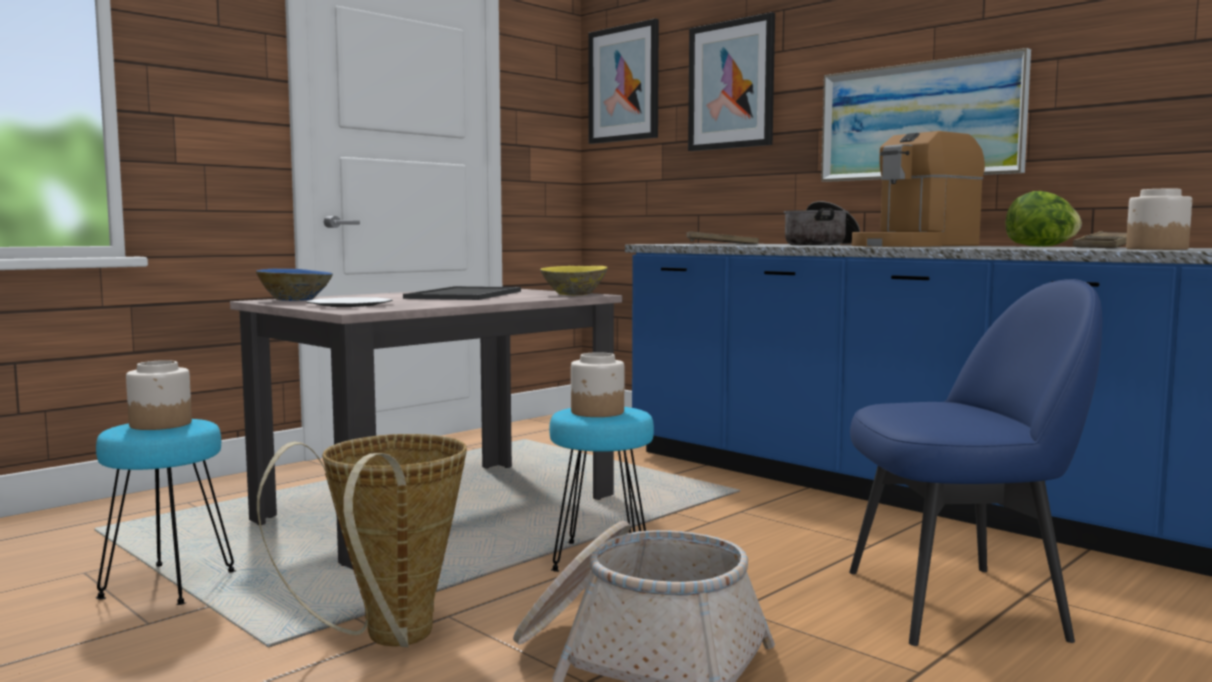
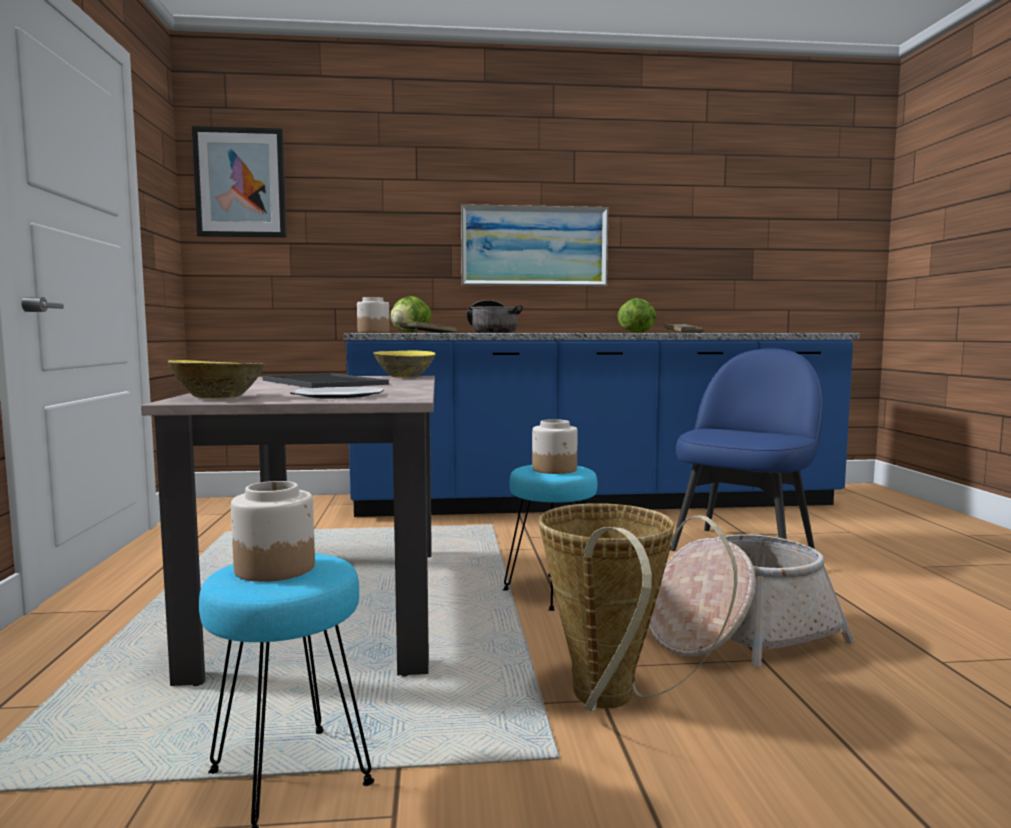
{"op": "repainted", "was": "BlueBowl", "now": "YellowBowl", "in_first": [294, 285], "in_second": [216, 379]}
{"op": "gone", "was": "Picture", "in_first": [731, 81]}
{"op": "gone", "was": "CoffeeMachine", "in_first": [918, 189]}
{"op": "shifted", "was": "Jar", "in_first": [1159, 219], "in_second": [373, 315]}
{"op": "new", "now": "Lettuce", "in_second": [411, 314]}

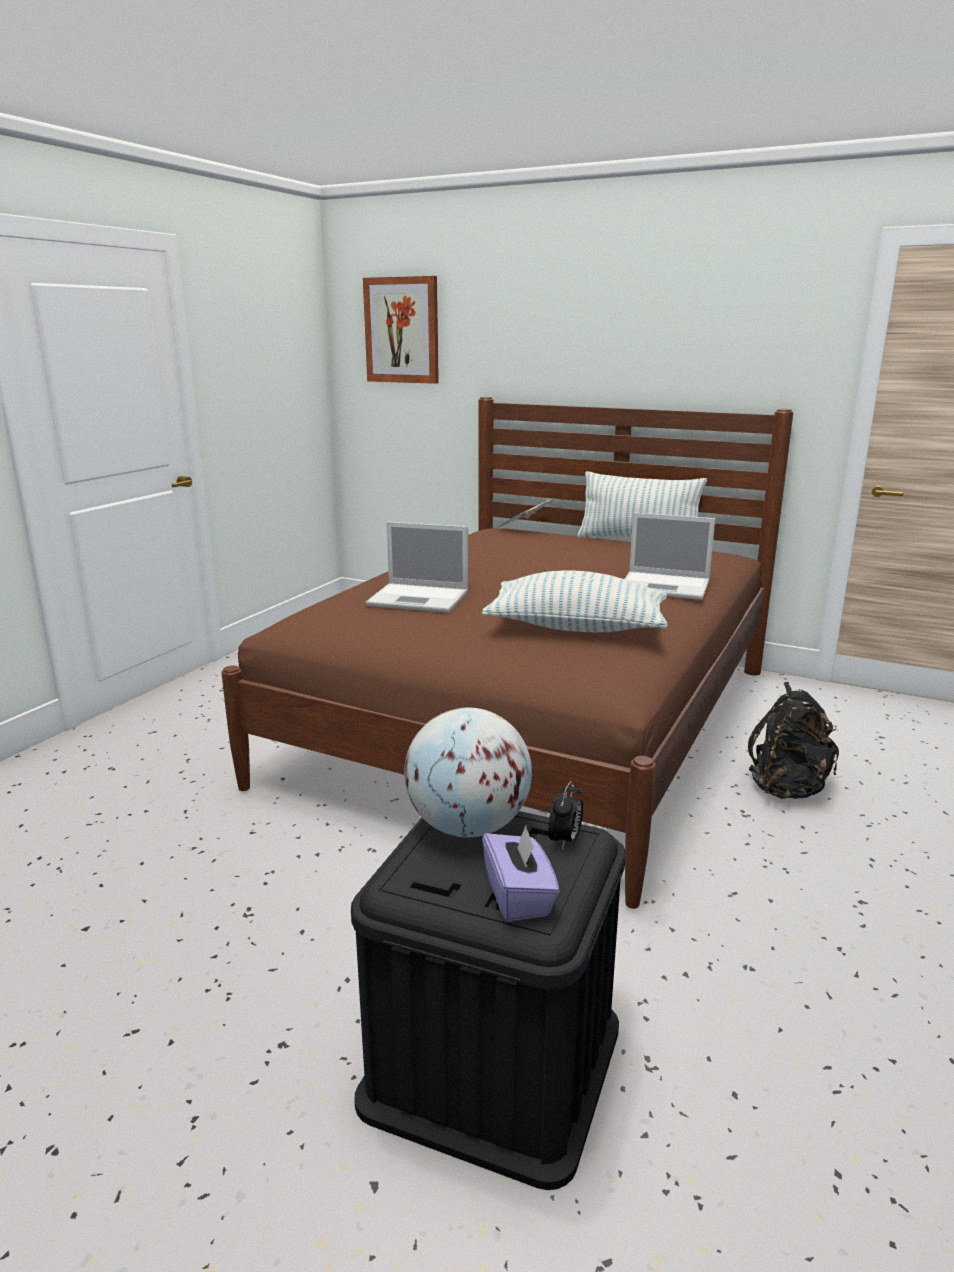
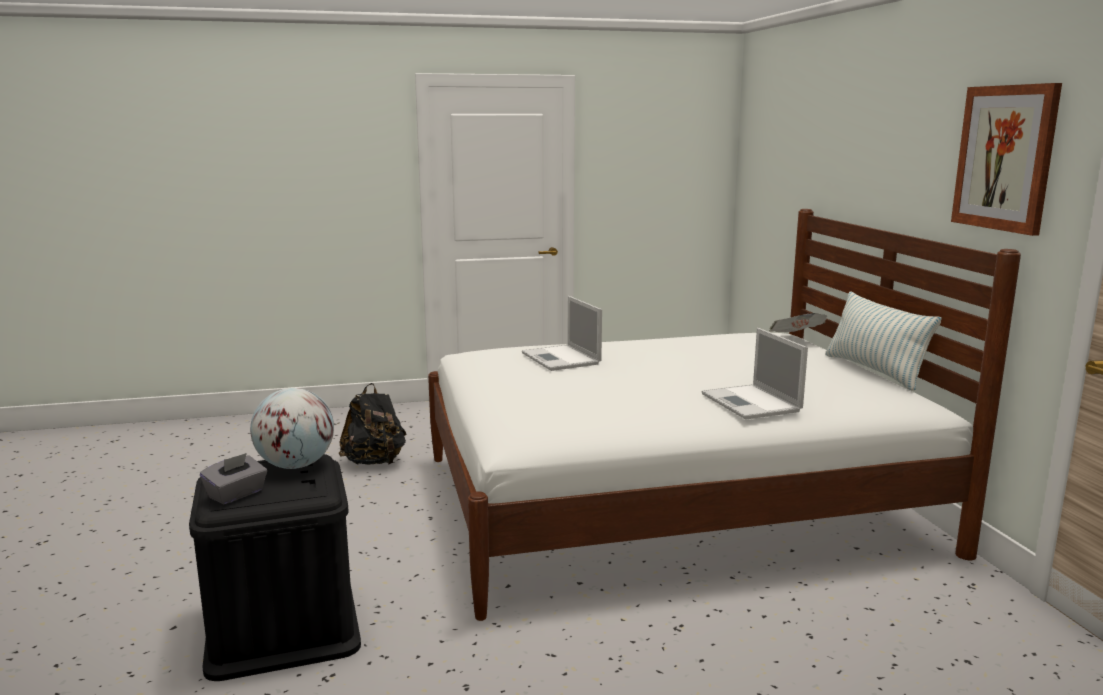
{"op": "repainted", "was": "BrownBed", "now": "WhiteBed", "in_first": [507, 653], "in_second": [724, 415]}
{"op": "shifted", "was": "Picture", "in_first": [401, 330], "in_second": [1006, 159]}
{"op": "gone", "was": "Pillow", "in_first": [575, 601]}
{"op": "repainted", "was": "PurpleTissueBox", "now": "GreyTissueBox", "in_first": [520, 874], "in_second": [233, 479]}
{"op": "gone", "was": "AlarmClock", "in_first": [565, 815]}
{"op": "shifted", "was": "BlackBackpack", "in_first": [793, 740], "in_second": [373, 424]}

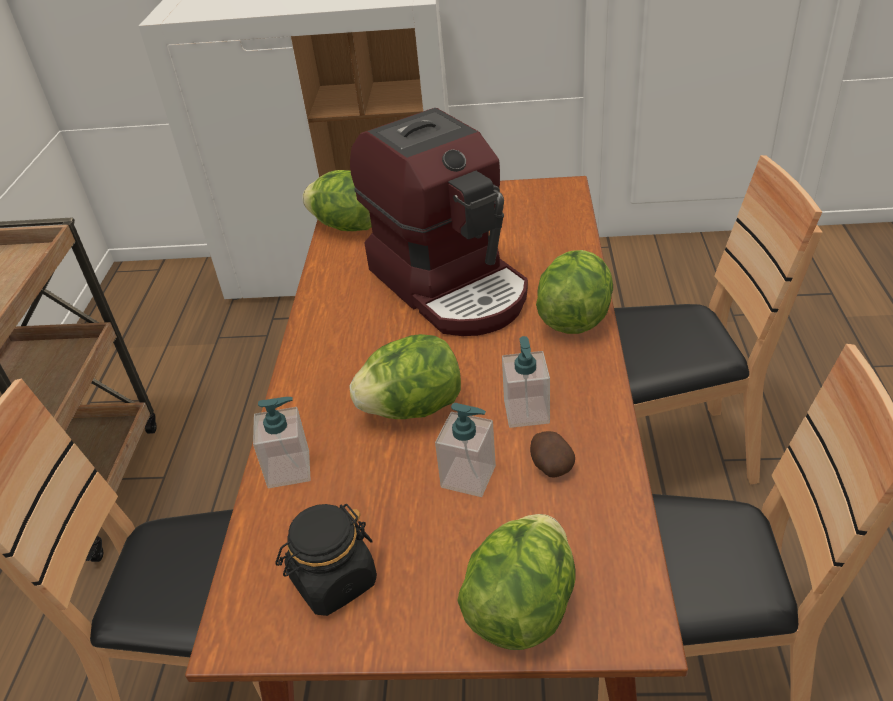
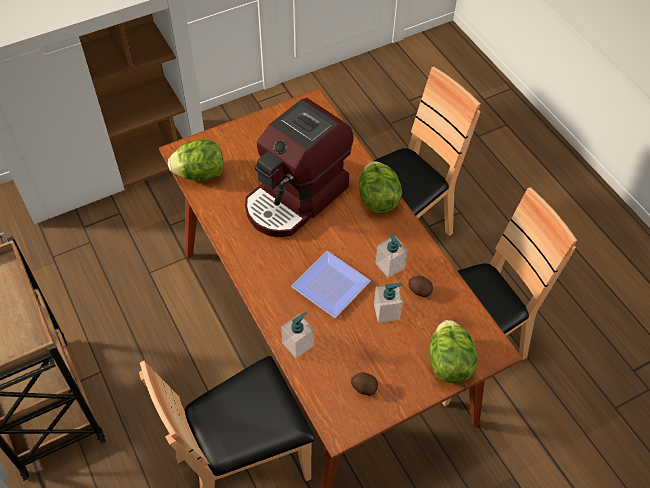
{"op": "swapped", "was": "BlackJar", "now": "Potato", "in_first": [326, 560], "in_second": [364, 384]}
{"op": "swapped", "was": "Lettuce", "now": "Plate", "in_first": [405, 376], "in_second": [331, 284]}
{"op": "rotated", "was": "CoffeeMachine", "in_first": [439, 222], "in_second": [299, 167], "clockwise": 105}

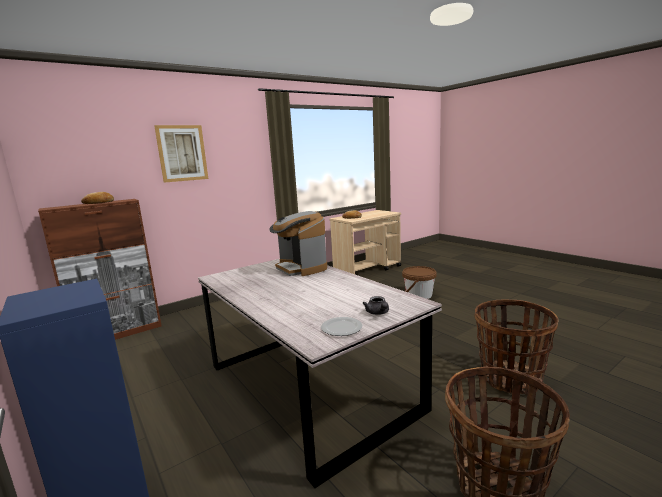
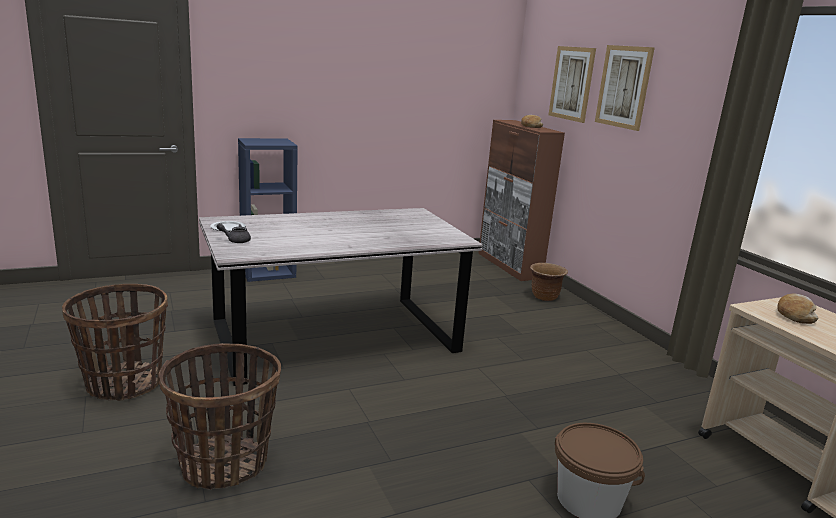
{"op": "gone", "was": "CoffeeMachine", "in_first": [298, 243]}
{"op": "new", "now": "BrownPlanter", "in_second": [549, 282]}
{"op": "new", "now": "Picture", "in_second": [572, 84]}

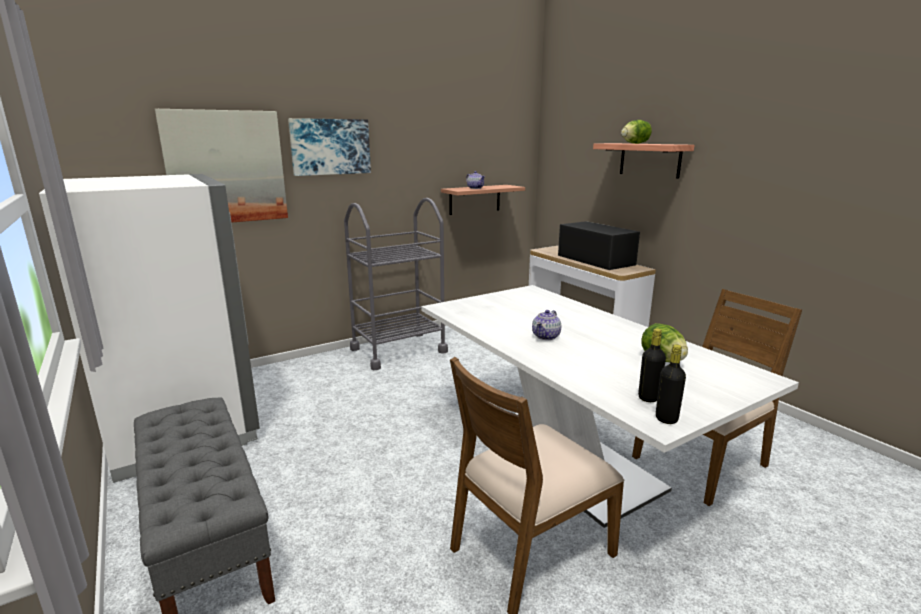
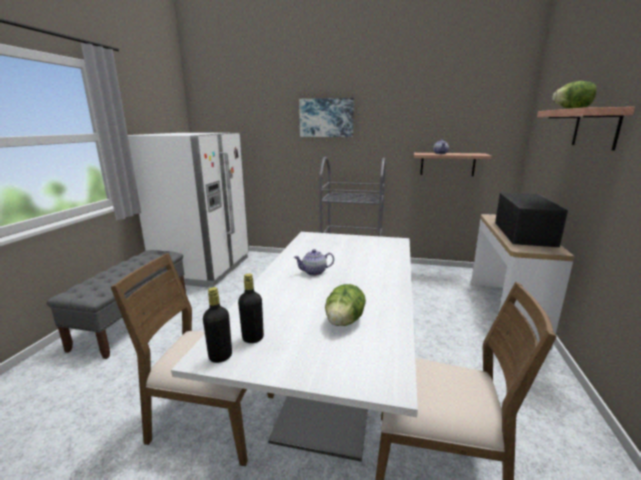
{"op": "gone", "was": "Picture", "in_first": [221, 165]}

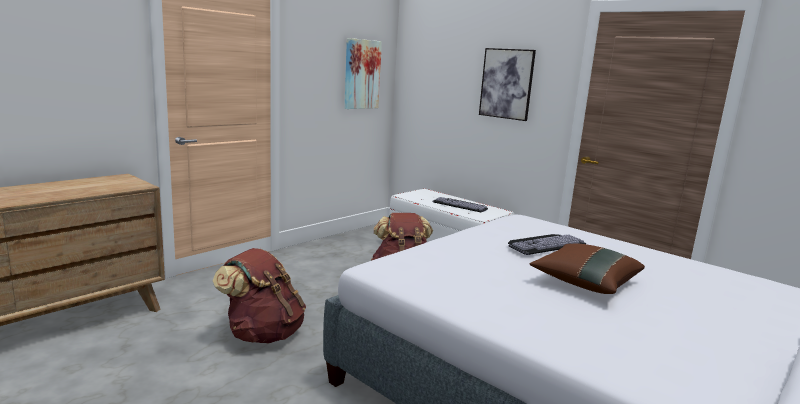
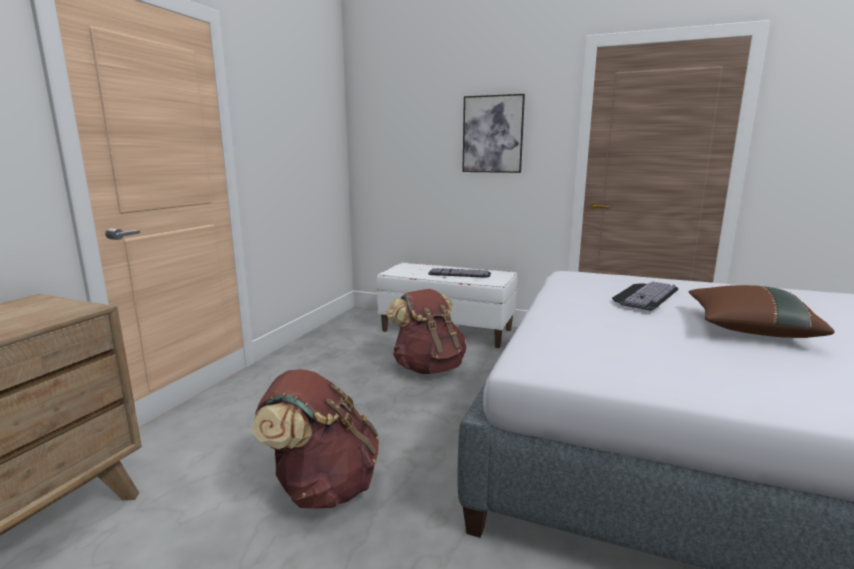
{"op": "gone", "was": "Picture", "in_first": [363, 73]}

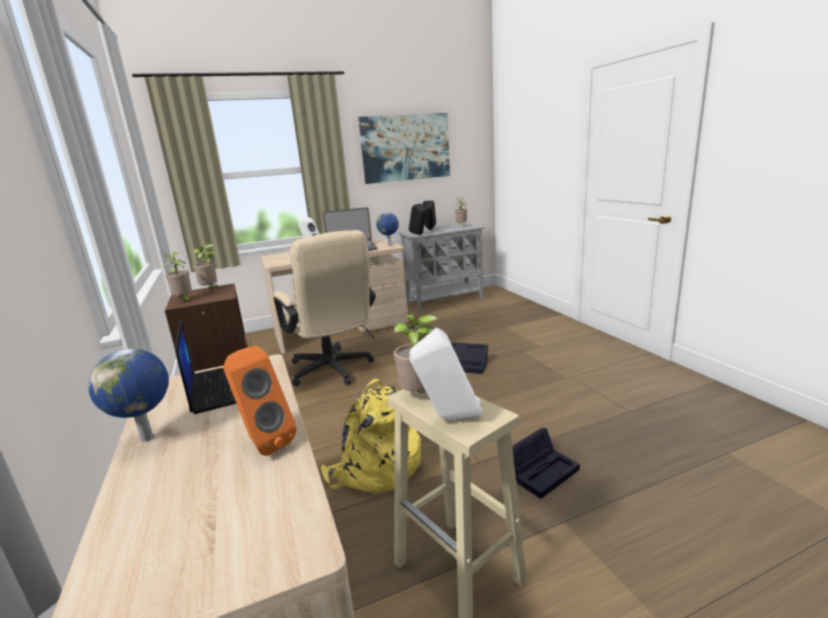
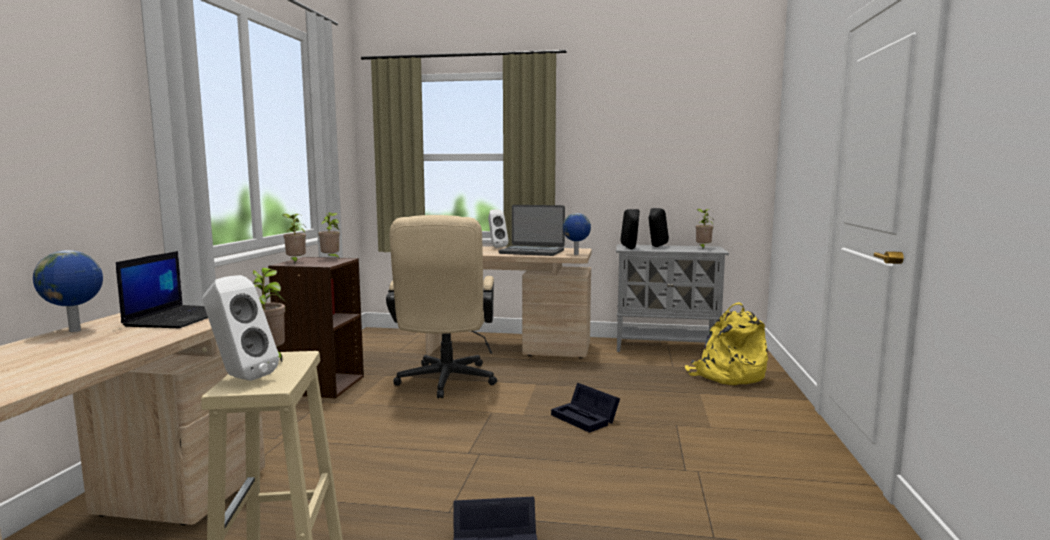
{"op": "gone", "was": "OrangeSpeaker", "in_first": [260, 401]}
{"op": "shifted", "was": "YellowBackpack", "in_first": [370, 436], "in_second": [726, 343]}
{"op": "gone", "was": "Picture", "in_first": [404, 148]}

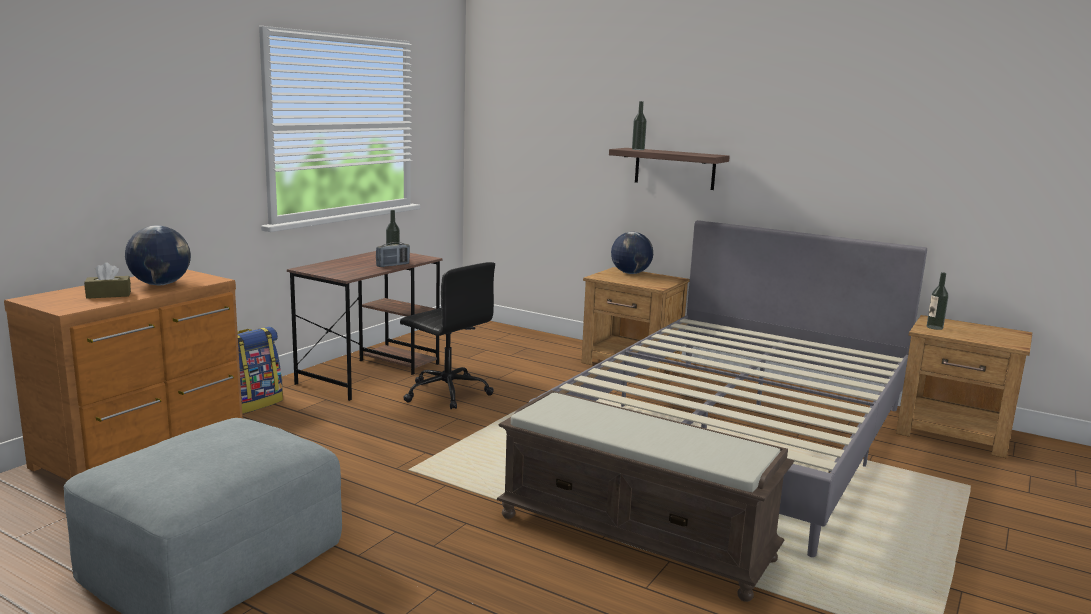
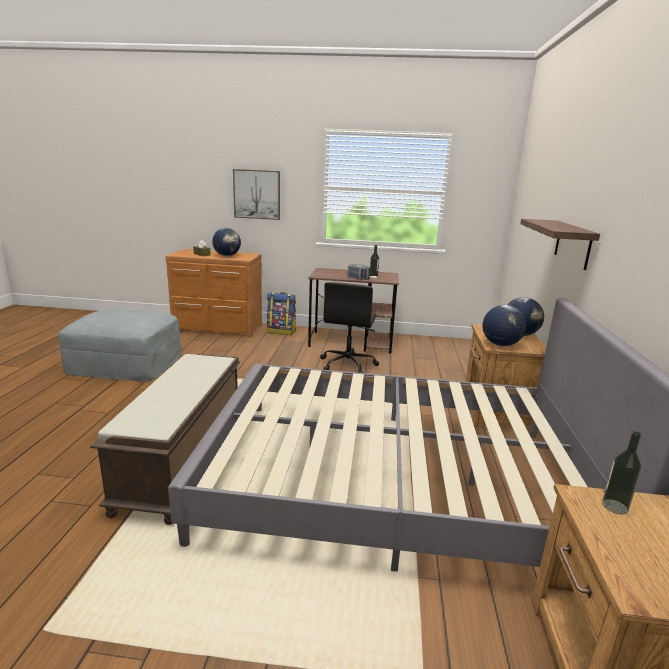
{"op": "gone", "was": "Bottle", "in_first": [639, 125]}
{"op": "new", "now": "Picture", "in_second": [256, 194]}
{"op": "new", "now": "Globe", "in_second": [504, 325]}

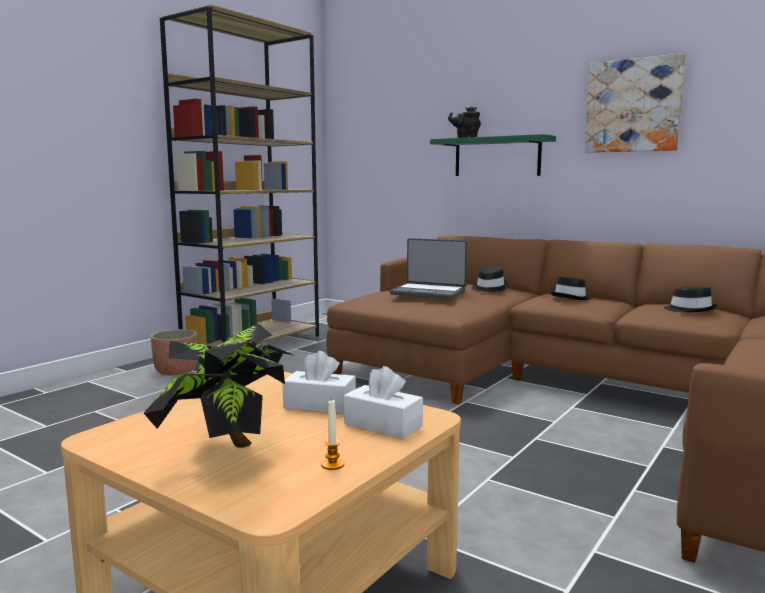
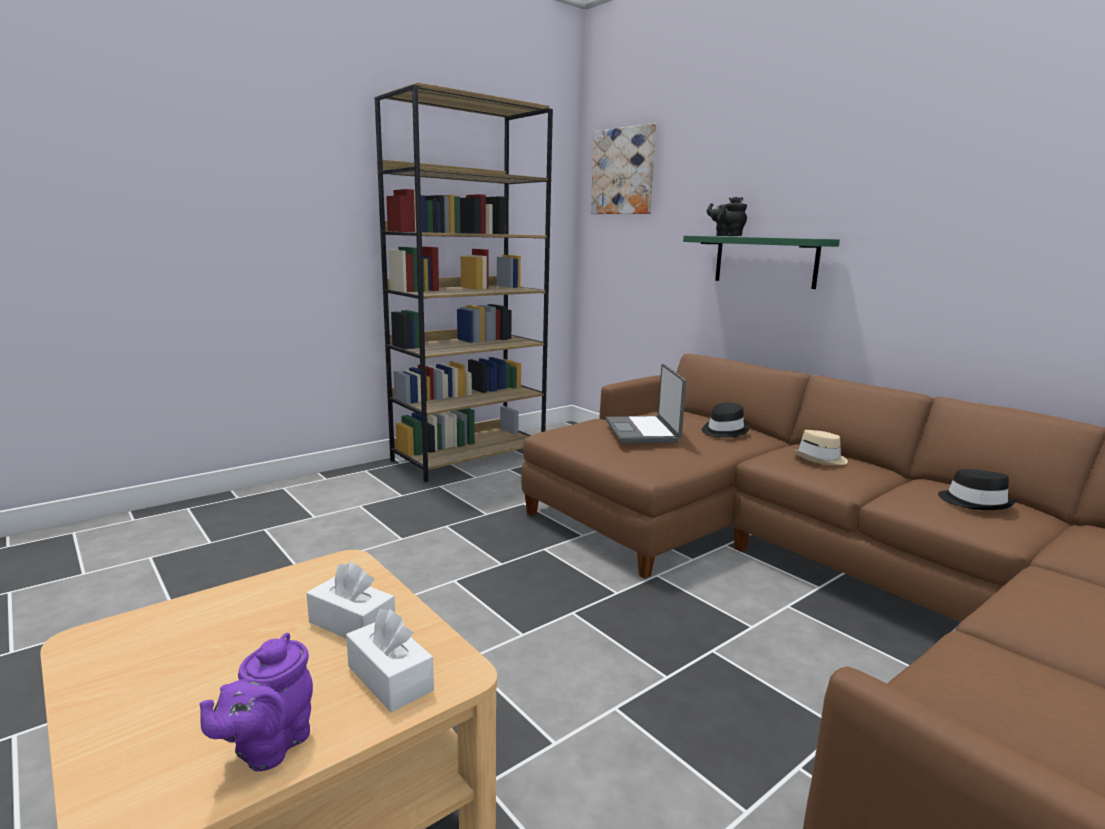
{"op": "gone", "was": "PottedPlant", "in_first": [218, 385]}
{"op": "gone", "was": "Planter", "in_first": [174, 352]}
{"op": "swapped", "was": "Candle", "now": "PurpleTeapot", "in_first": [332, 434], "in_second": [256, 702]}
{"op": "rotated", "was": "Laptop", "in_first": [428, 268], "in_second": [645, 403], "clockwise": 45}
{"op": "repainted", "was": "BlackHat", "now": "BeigeHat", "in_first": [571, 288], "in_second": [820, 447]}
{"op": "shifted", "was": "Picture", "in_first": [635, 103], "in_second": [623, 168]}

